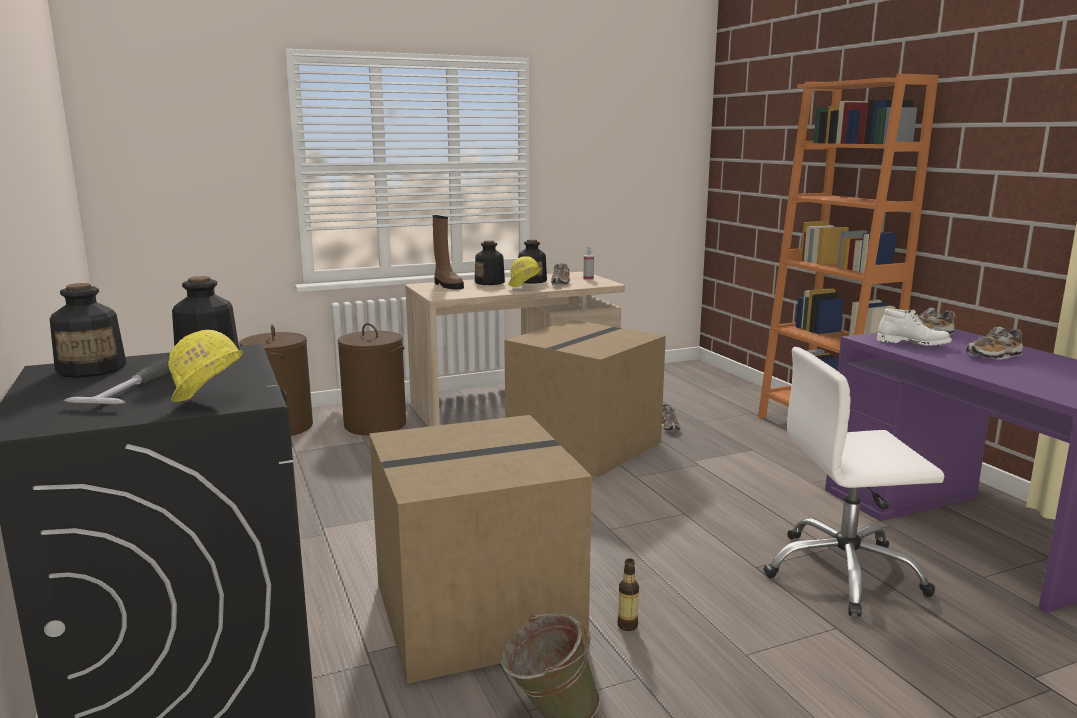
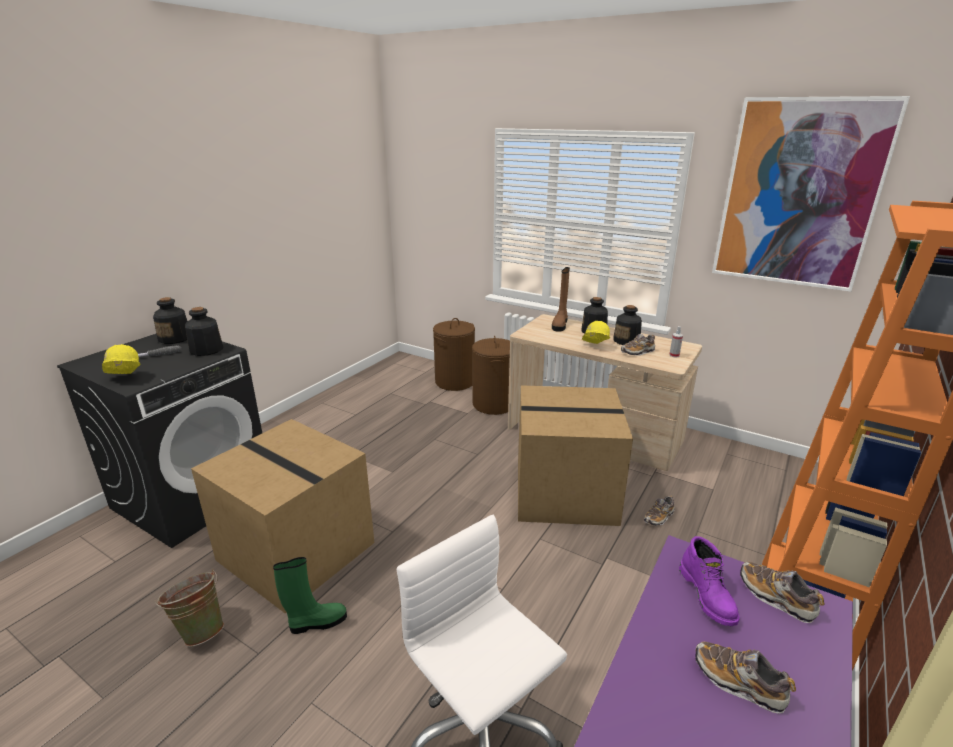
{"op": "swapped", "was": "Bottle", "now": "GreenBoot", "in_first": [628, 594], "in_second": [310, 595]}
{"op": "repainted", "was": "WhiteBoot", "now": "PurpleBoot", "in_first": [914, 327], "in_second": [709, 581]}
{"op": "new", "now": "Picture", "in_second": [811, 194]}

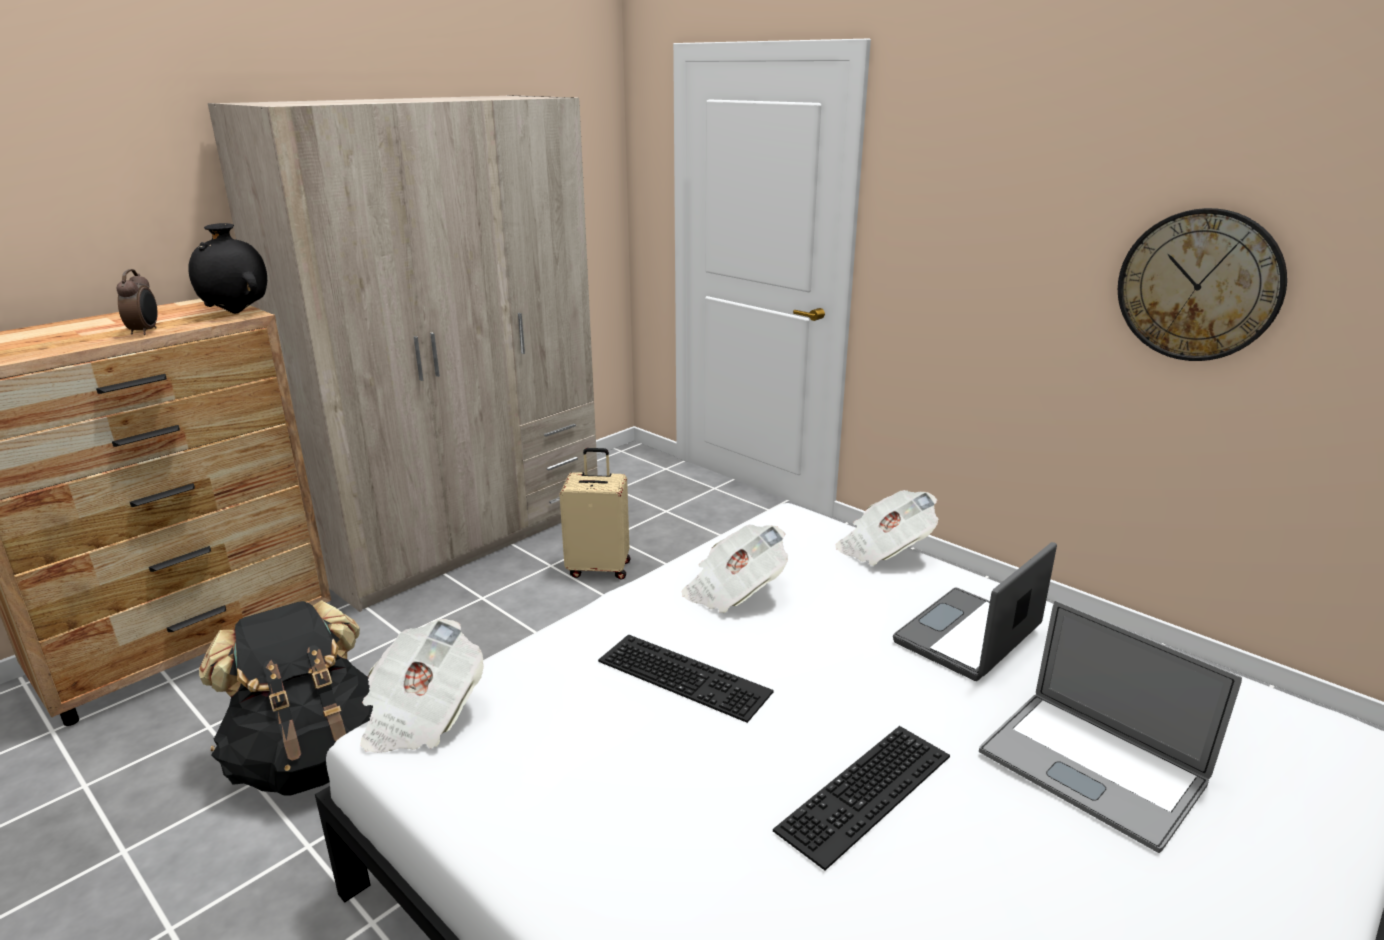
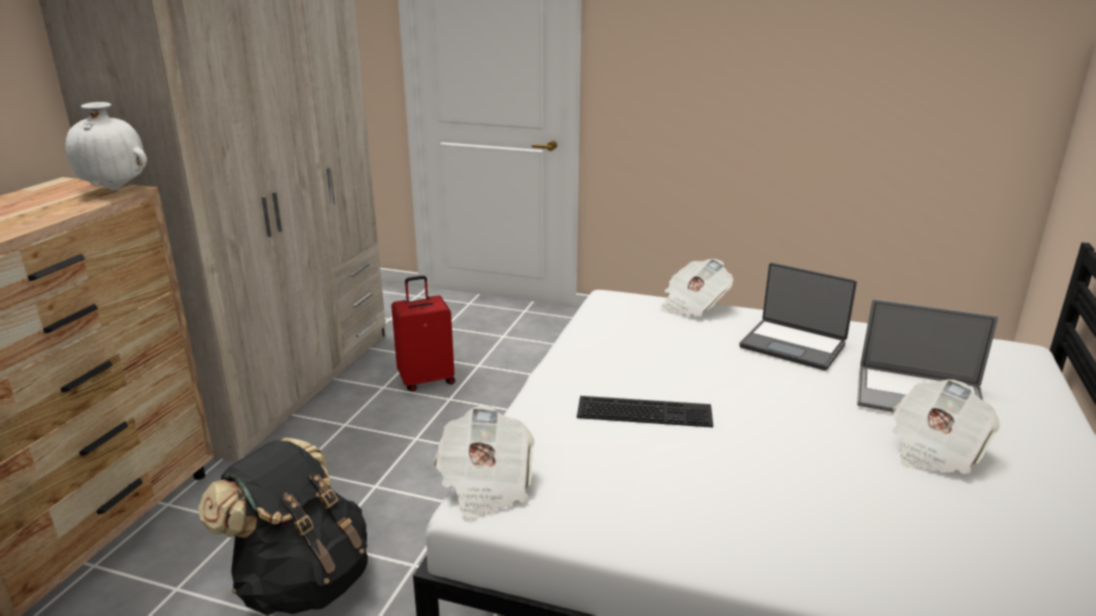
{"op": "gone", "was": "AlarmClock", "in_first": [137, 302]}
{"op": "repainted", "was": "BlackVase", "now": "WhiteVase", "in_first": [227, 268], "in_second": [106, 146]}
{"op": "repainted", "was": "BeigeSuitcase", "now": "RedSuitcase", "in_first": [595, 514], "in_second": [423, 334]}
{"op": "shifted", "was": "Newspaper", "in_first": [735, 568], "in_second": [946, 426]}
{"op": "gone", "was": "Keyboard", "in_first": [861, 798]}
{"op": "rotated", "was": "Laptop", "in_first": [975, 611], "in_second": [798, 317], "clockwise": -75}
{"op": "gone", "was": "WallClock", "in_first": [1202, 284]}

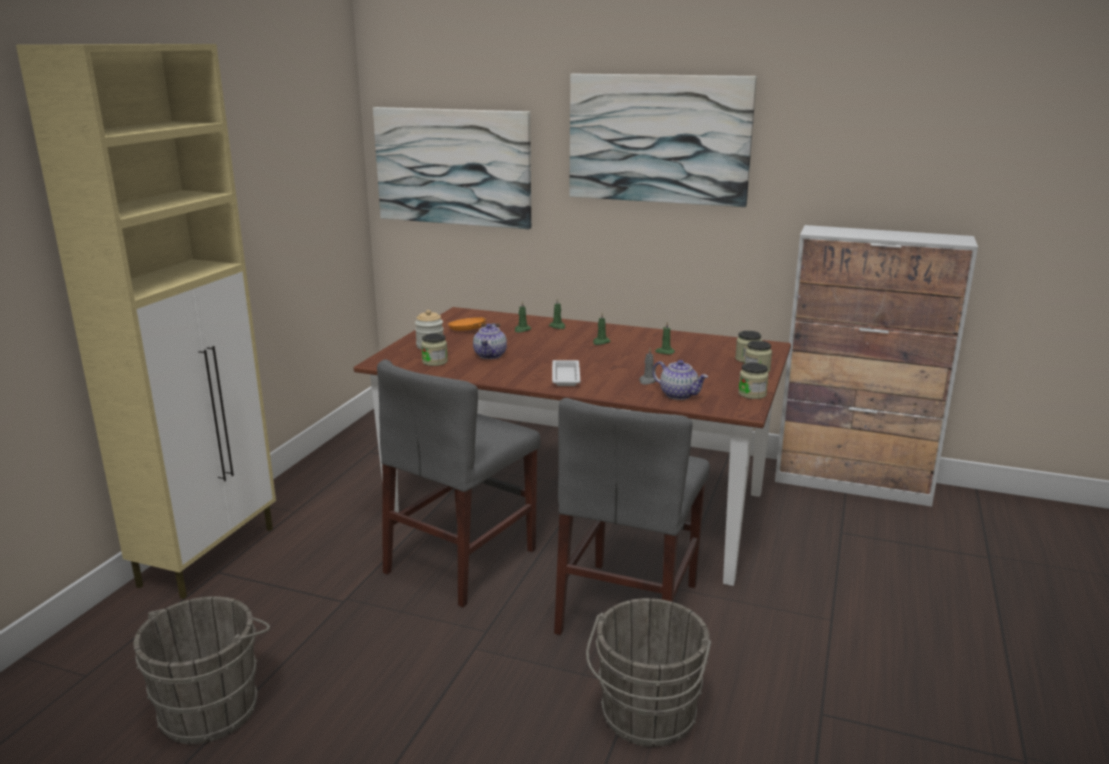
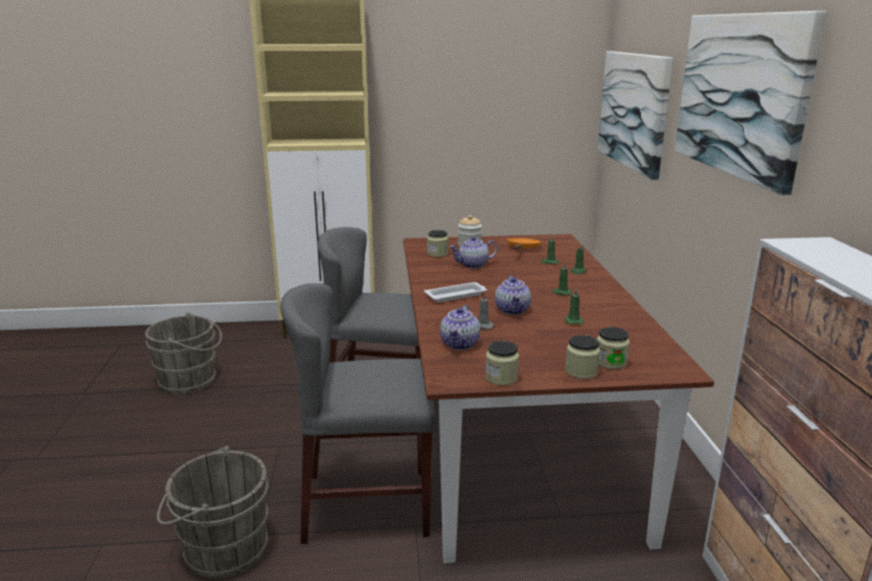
{"op": "new", "now": "Teapot", "in_second": [513, 295]}

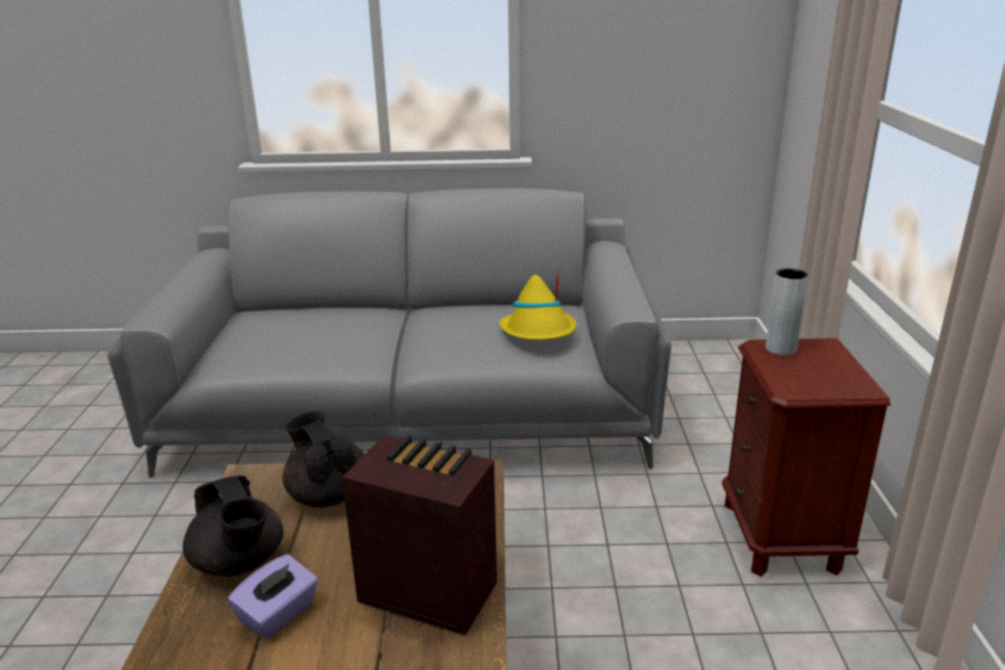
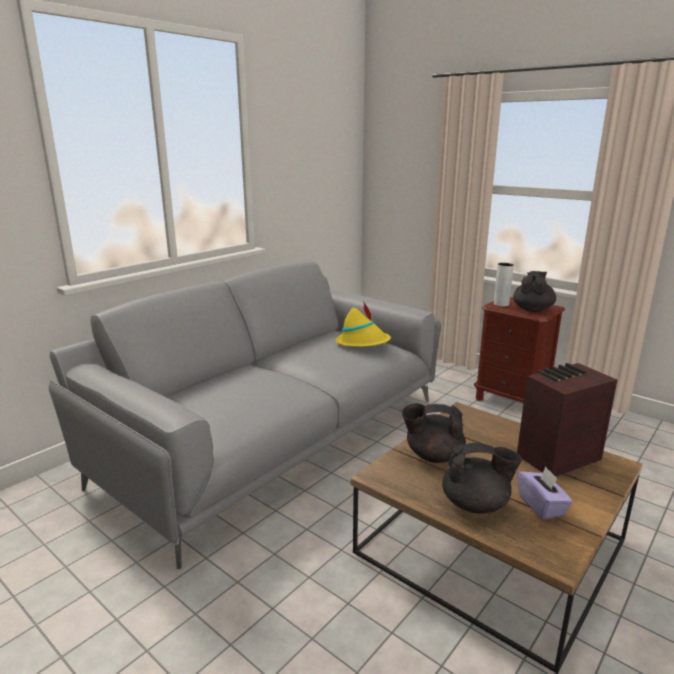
{"op": "new", "now": "BlackTeapot", "in_second": [534, 291]}

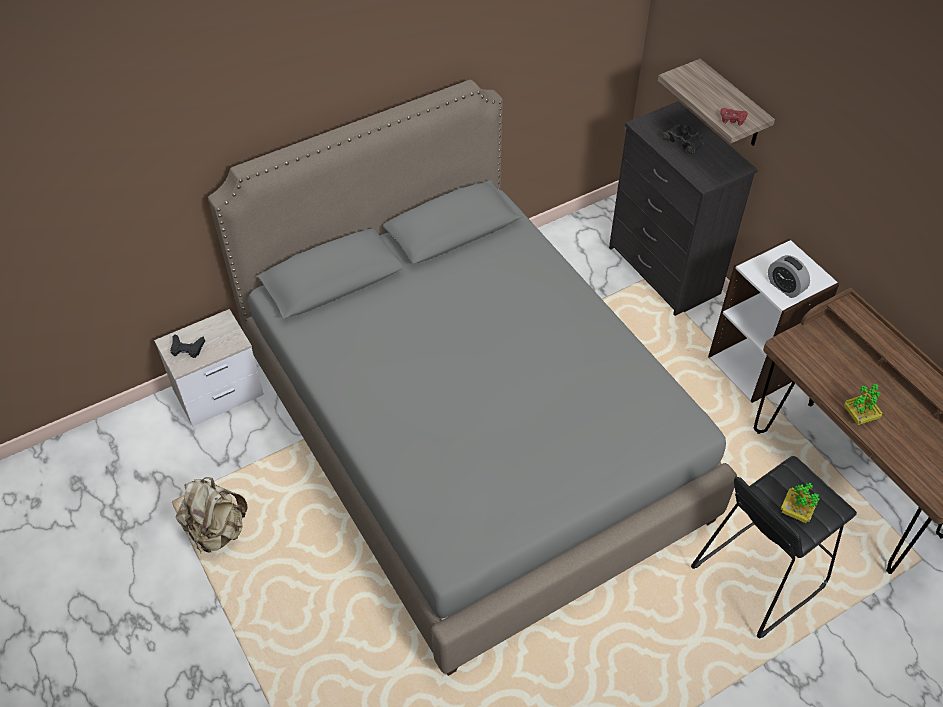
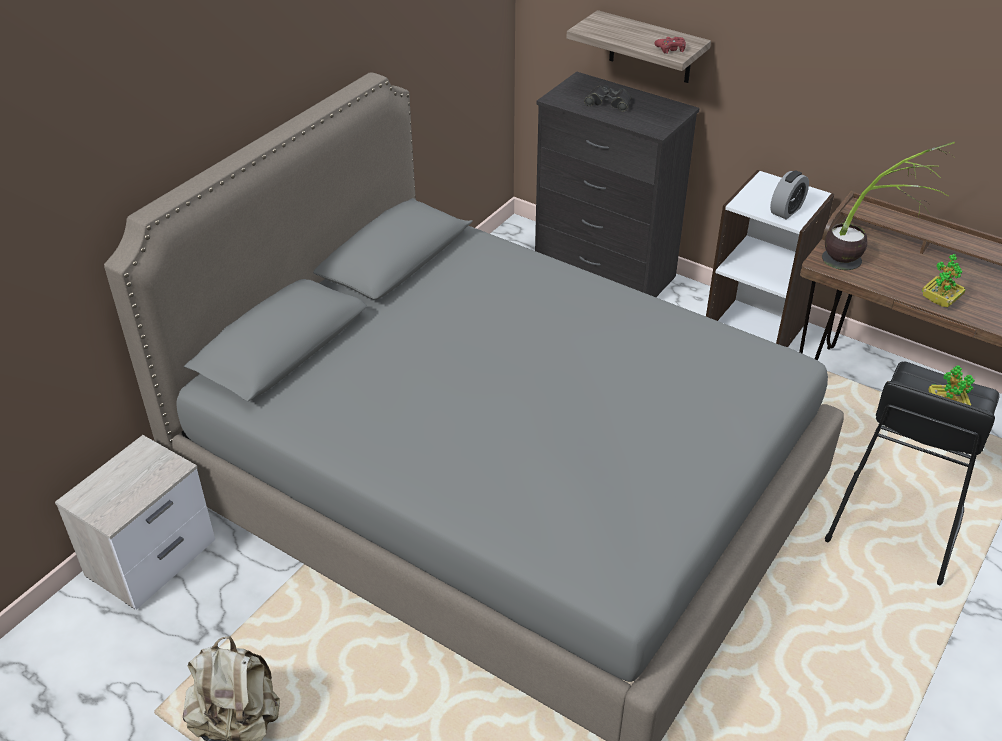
{"op": "gone", "was": "BlackGameController", "in_first": [187, 346]}
{"op": "rotated", "was": "AlarmClock", "in_first": [789, 276], "in_second": [789, 195], "clockwise": -75}
{"op": "new", "now": "PottedPlant", "in_second": [888, 206]}

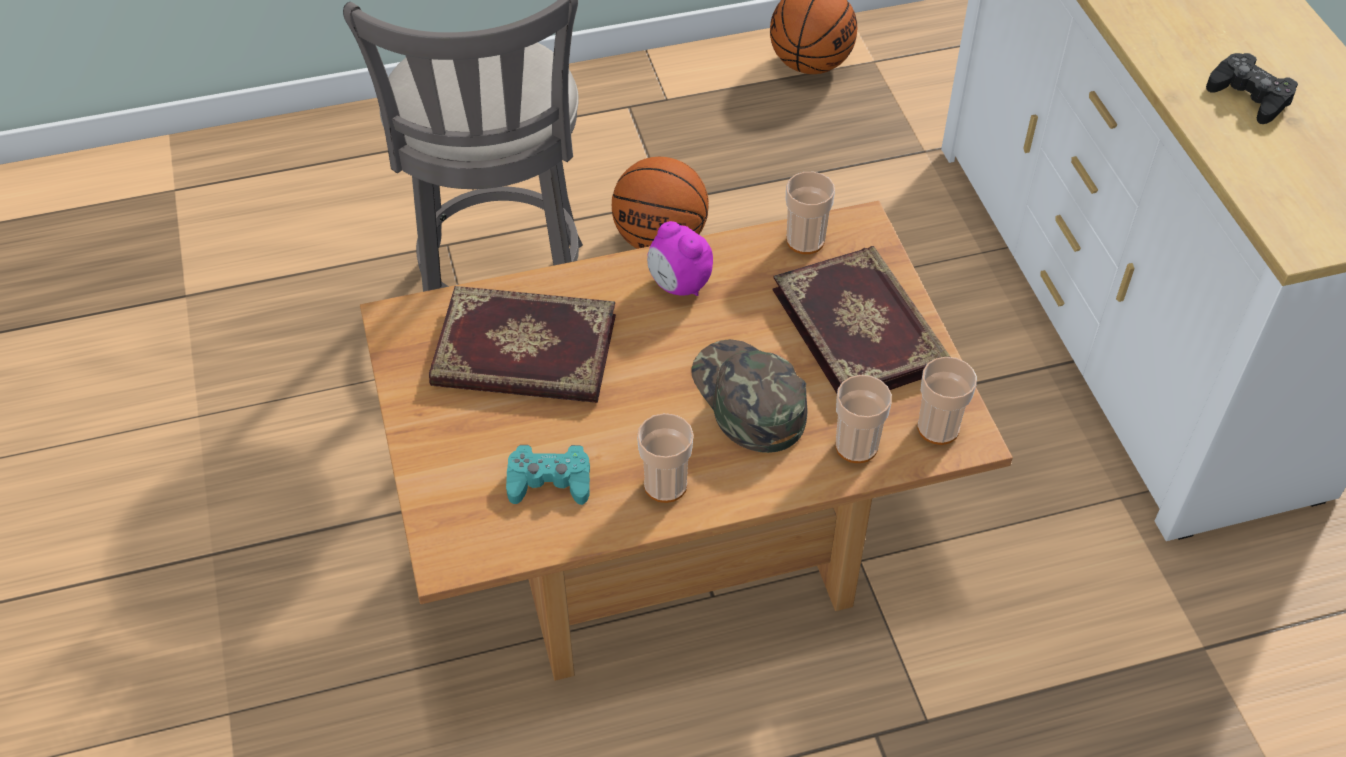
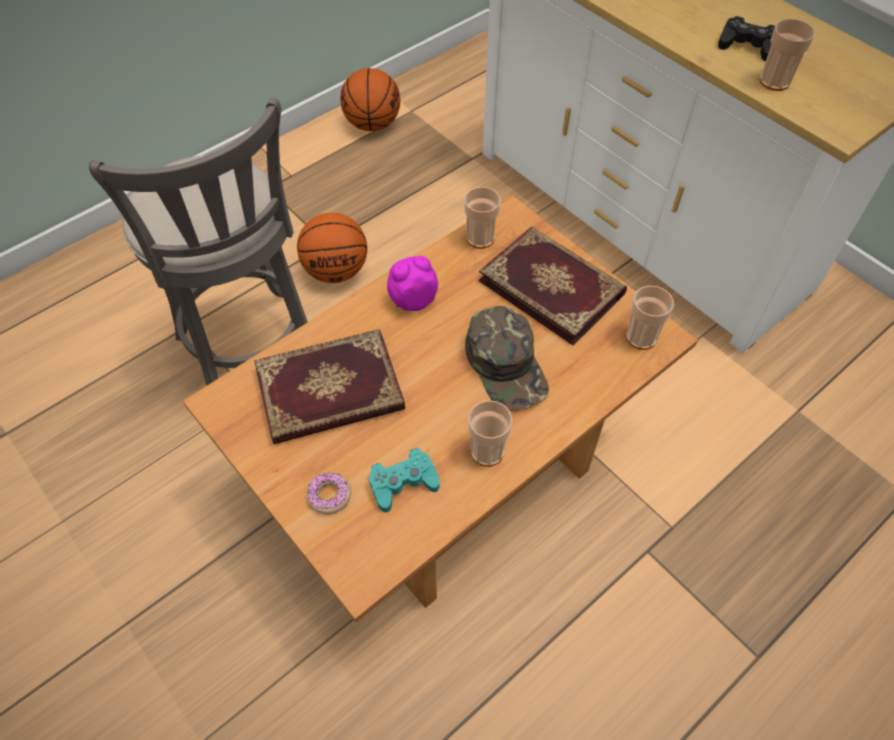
{"op": "rotated", "was": "AlarmClock", "in_first": [680, 258], "in_second": [412, 283], "clockwise": 135}
{"op": "rotated", "was": "GreenCap", "in_first": [749, 396], "in_second": [507, 358], "clockwise": -150}
{"op": "shifted", "was": "Cup", "in_first": [863, 419], "in_second": [787, 55]}
{"op": "new", "now": "Donut", "in_second": [328, 493]}

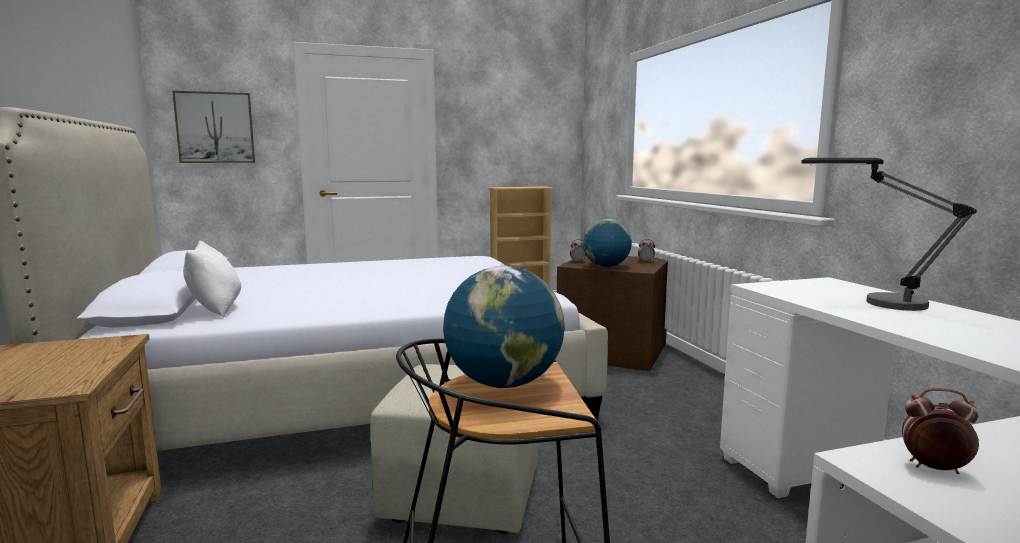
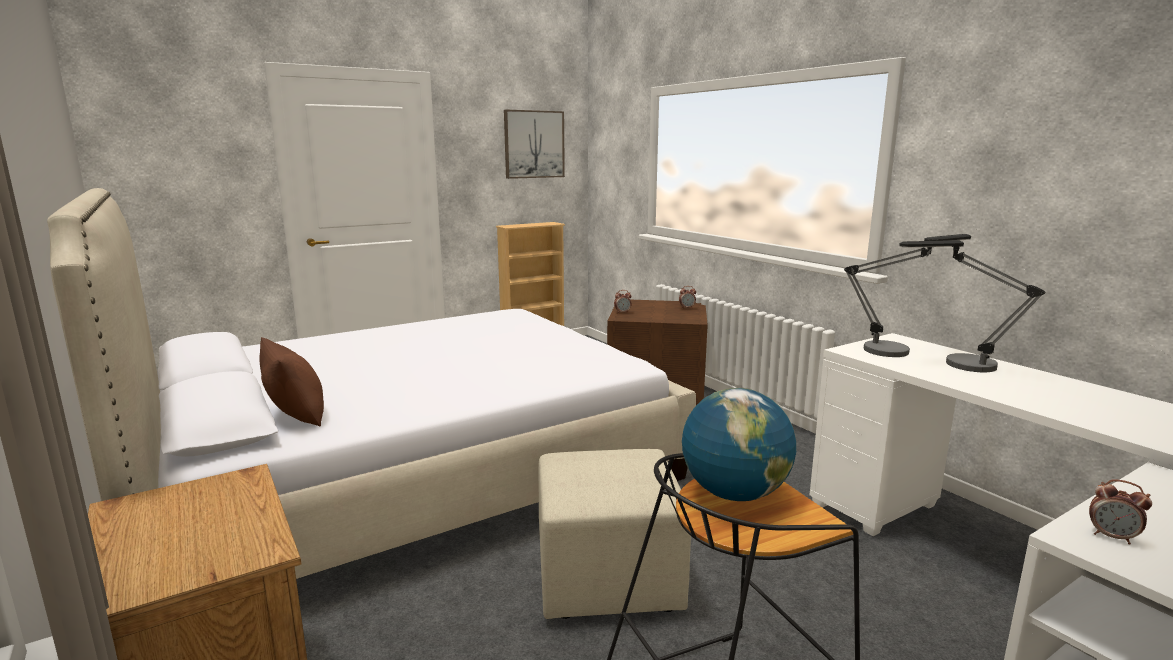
{"op": "shifted", "was": "Picture", "in_first": [213, 127], "in_second": [534, 144]}
{"op": "repainted", "was": "WhitePillow", "now": "BrownPillow", "in_first": [212, 278], "in_second": [291, 382]}
{"op": "gone", "was": "Globe", "in_first": [607, 243]}
{"op": "rotated", "was": "AlarmClock", "in_first": [940, 431], "in_second": [1120, 512], "clockwise": -150}
{"op": "new", "now": "TableLamp", "in_second": [907, 295]}

